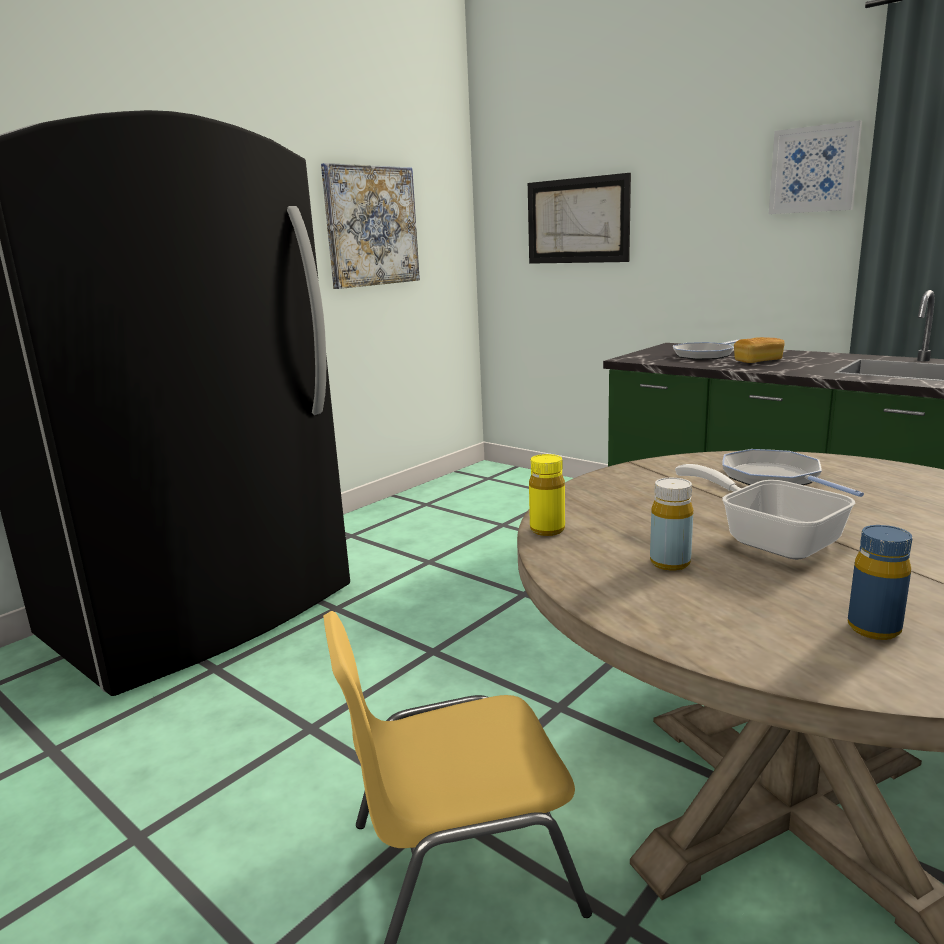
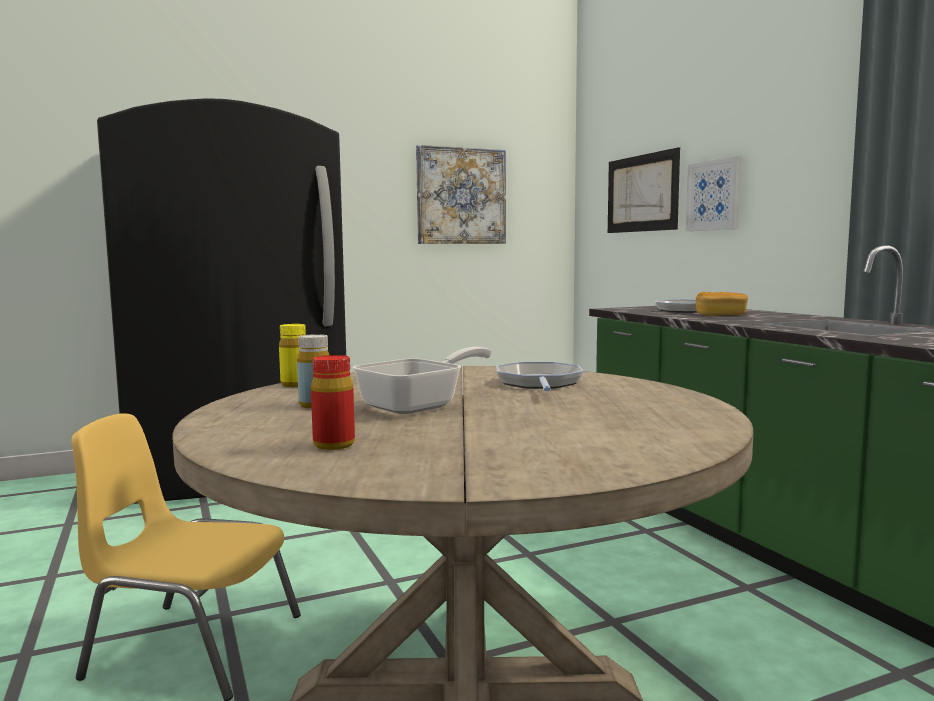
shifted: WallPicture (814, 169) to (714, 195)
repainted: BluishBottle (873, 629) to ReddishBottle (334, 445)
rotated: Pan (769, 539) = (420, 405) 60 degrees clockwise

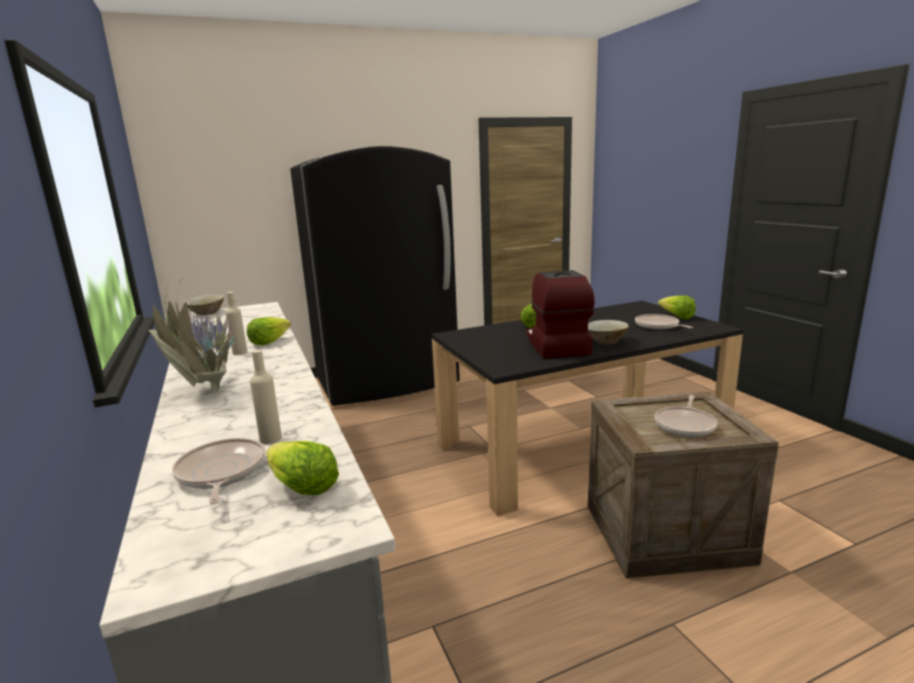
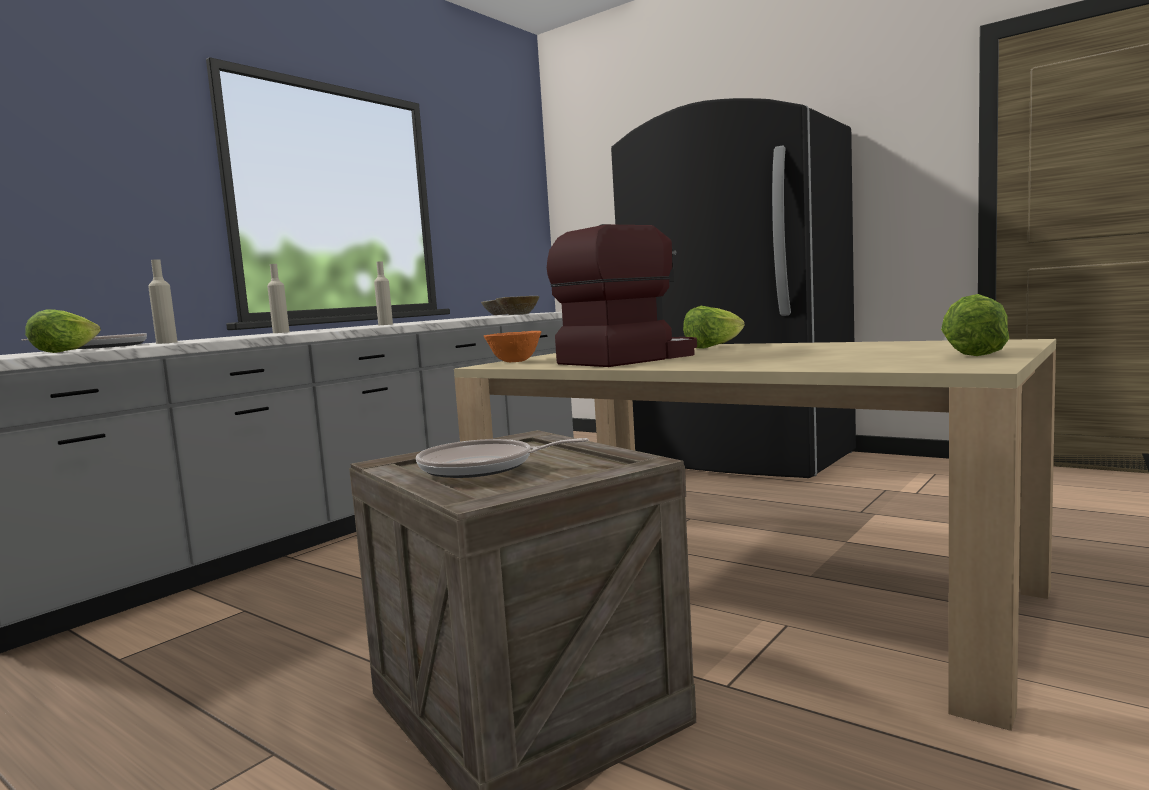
gone: HeadOfLettuce (269, 341); Pan (658, 326)
new: OrangeServingBowl (514, 362)
shifted: SandColouredServingBowl (605, 341) to (519, 314)
swapped: PlantInAPot (208, 390) to SandColouredBottle (281, 332)
repainted: BlackDiningTable (580, 446) to SandColouredDiningTable (741, 588)

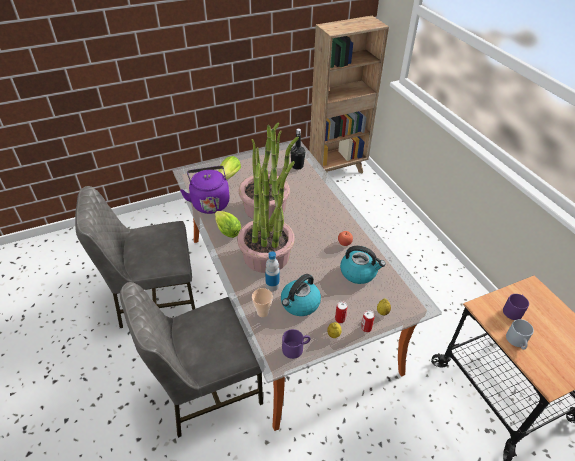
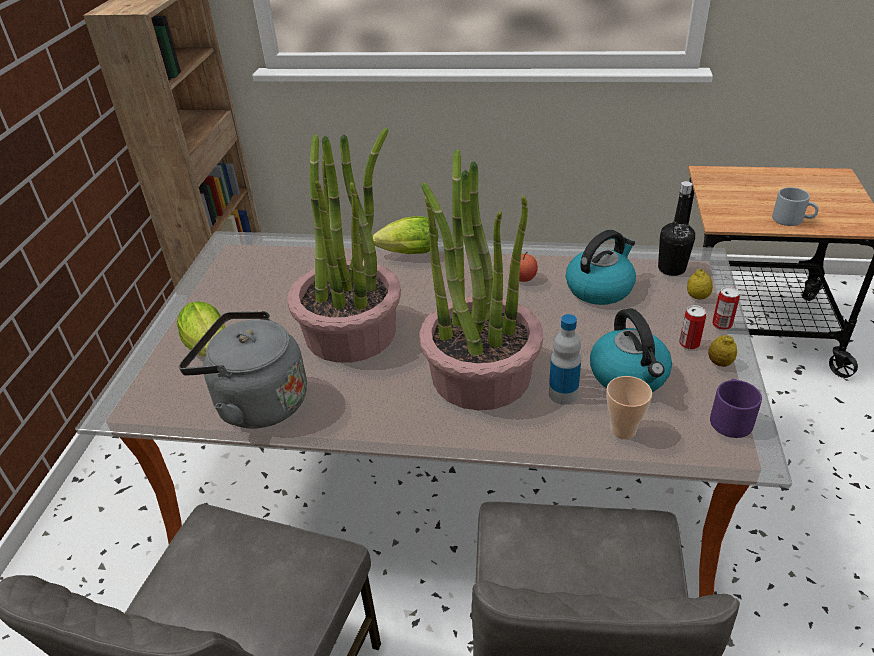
gone: PurpleCoffeeMug (513, 310)
shifted: HeadOfLettuce (226, 230) to (406, 254); BlackBottle (297, 166) to (671, 269)
repainted: PurpleTeaKettle (210, 202) to GreyTeaKettle (256, 403)

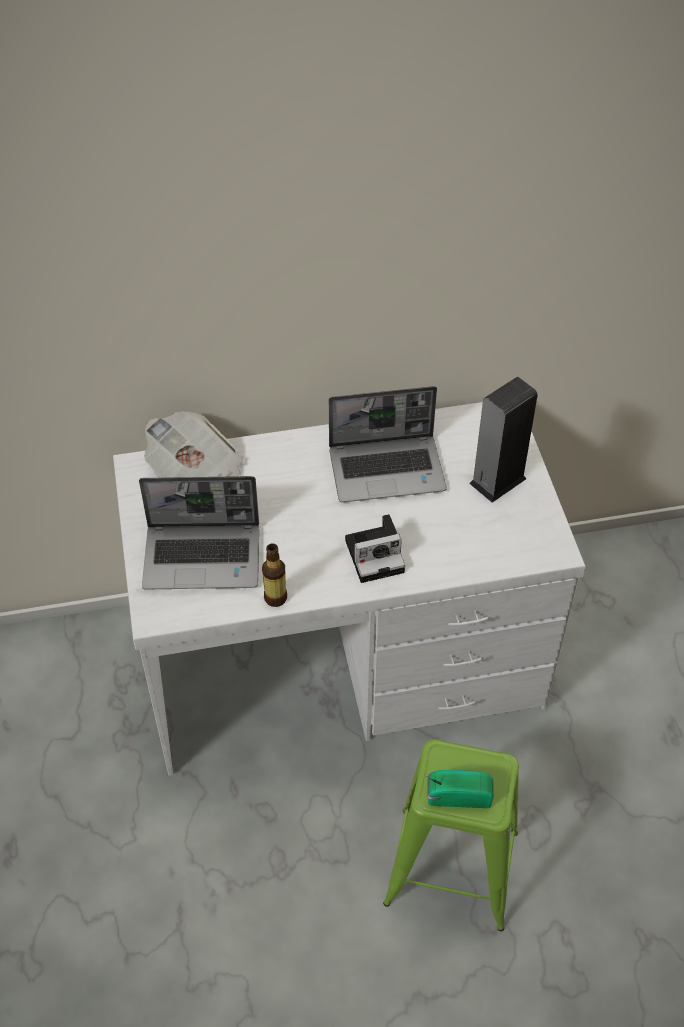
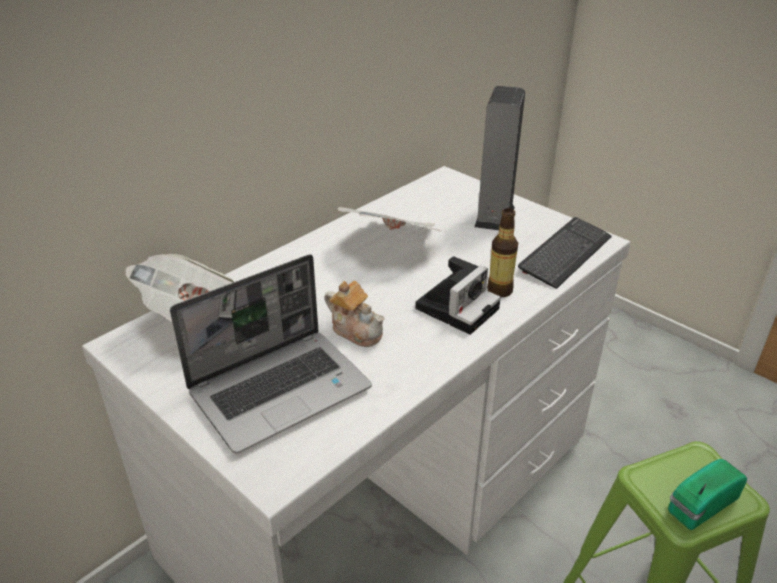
new: PotForTea (356, 330); Keyboard (565, 254)
shifted: Bottle (275, 598) to (499, 290)
swapped: Laptop (388, 469) to PrintedPaper (394, 244)

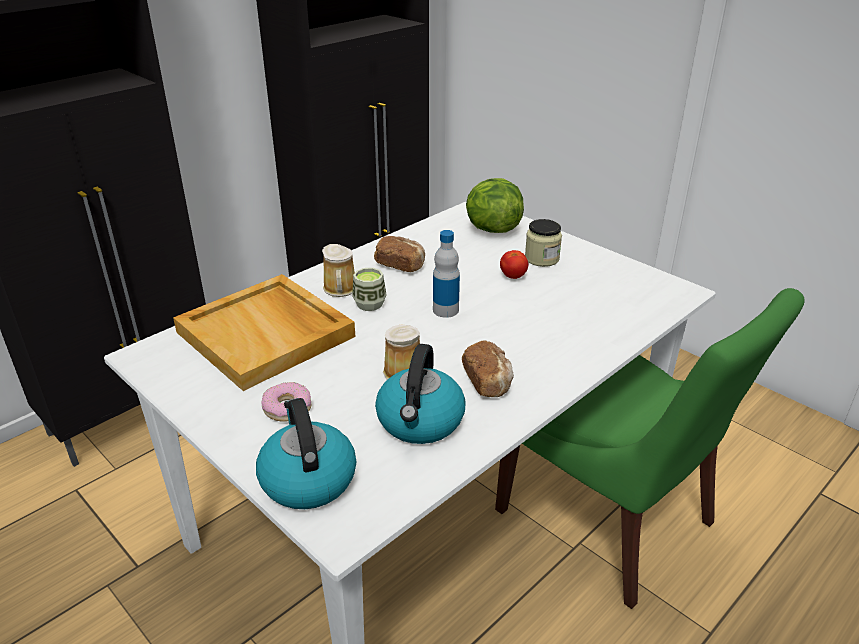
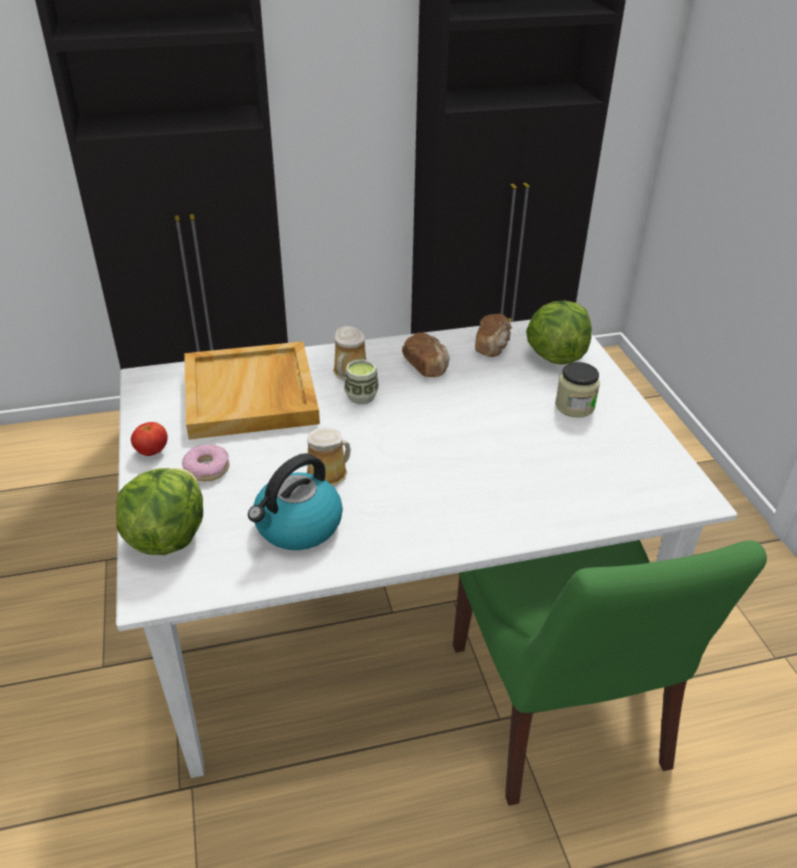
gone: Bottle (445, 310)
shifted: BakedBread (488, 381) to (493, 346); WholeTomato (513, 276) to (152, 451)
swapped: TeaKettle (307, 479) to HeadOfLettuce (166, 536)

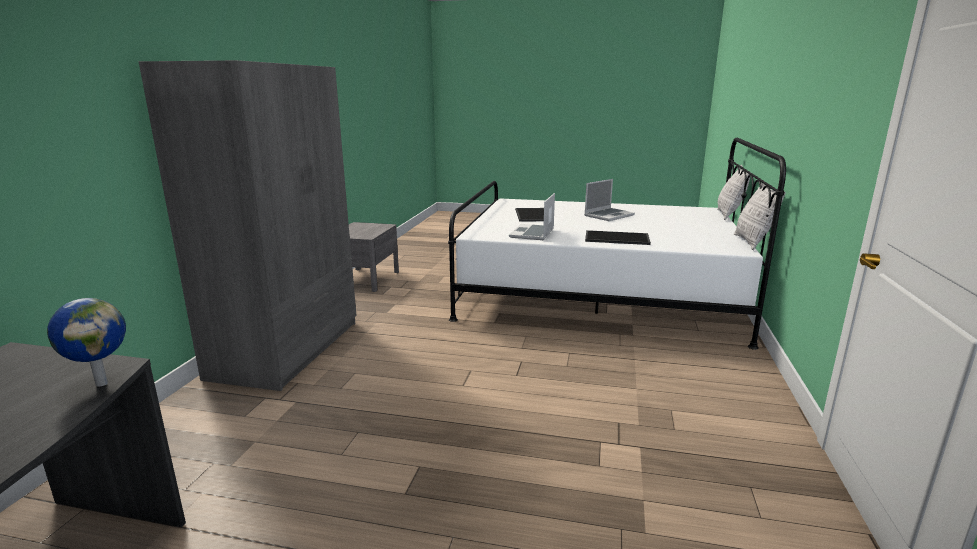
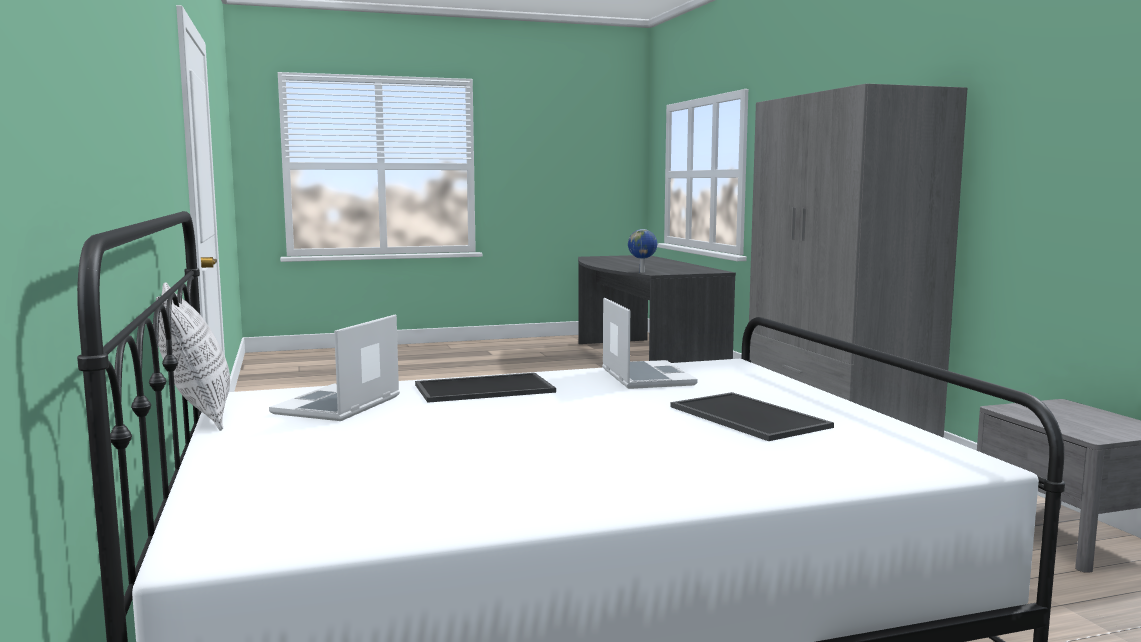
gone: Cushion (729, 215)
shifted: Laptop (609, 215) to (338, 406)

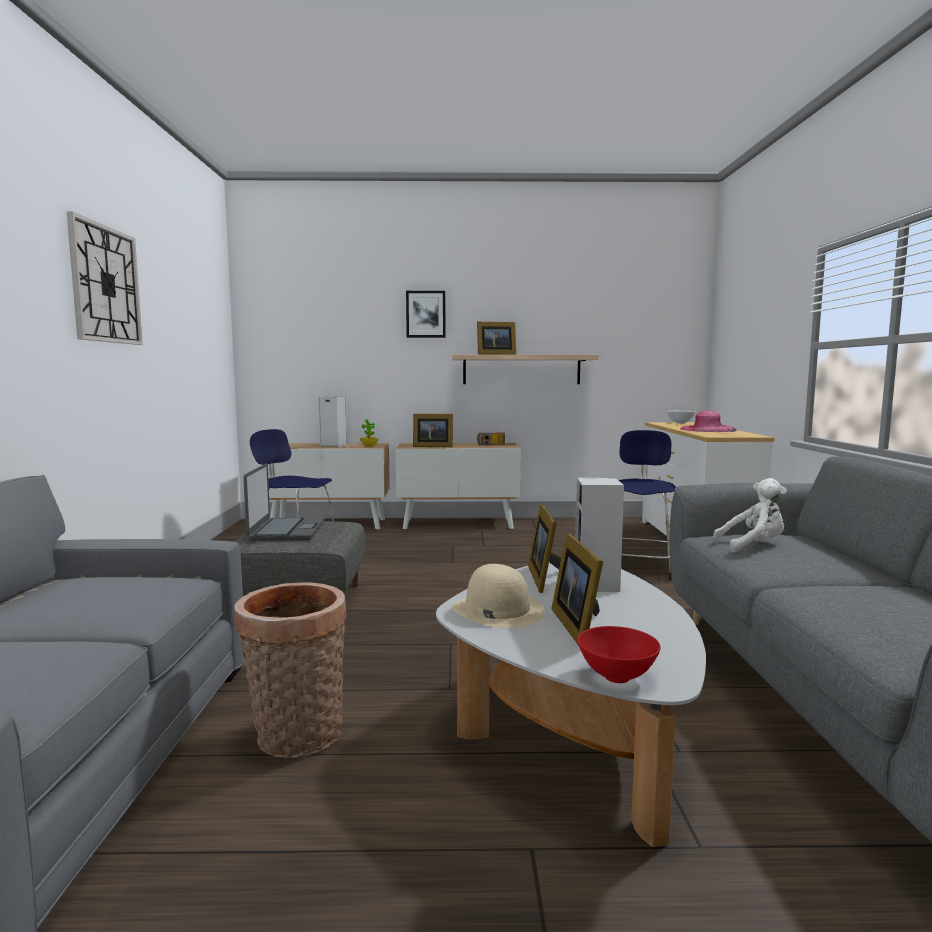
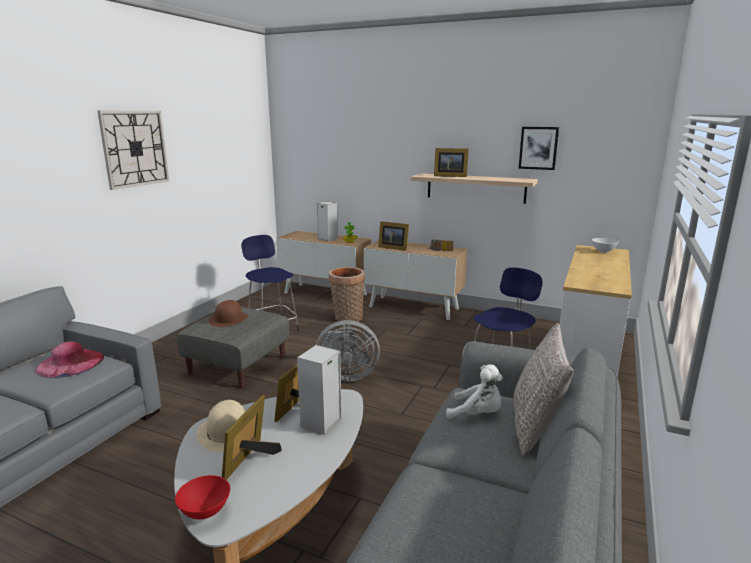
new: GreyFan (346, 375); GreyCushion (535, 426)
shifted: Basket (297, 739) to (347, 318); WallPicture (426, 314) to (538, 148); PinkWearableHat (707, 429) to (70, 363)
swapped: Laptop (286, 531) to BrownishWearableHat (228, 319)

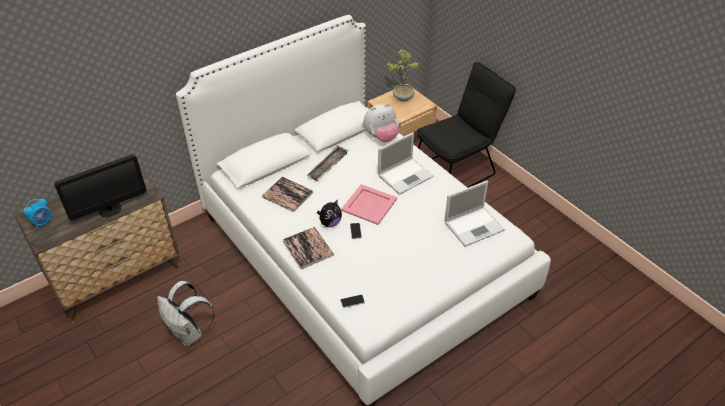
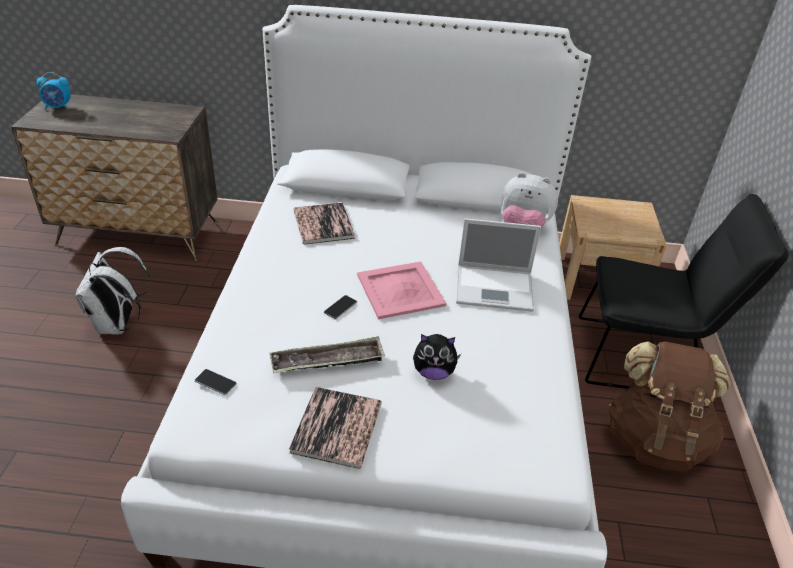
gone: Monitor (110, 210); PlantInAPot (402, 97); Laptop (474, 226)
new: BrownishKnapsack (655, 440)
shifted: Book (308, 248) to (337, 428); Tray (328, 166) to (328, 361); PlushToy (330, 223) to (433, 372)

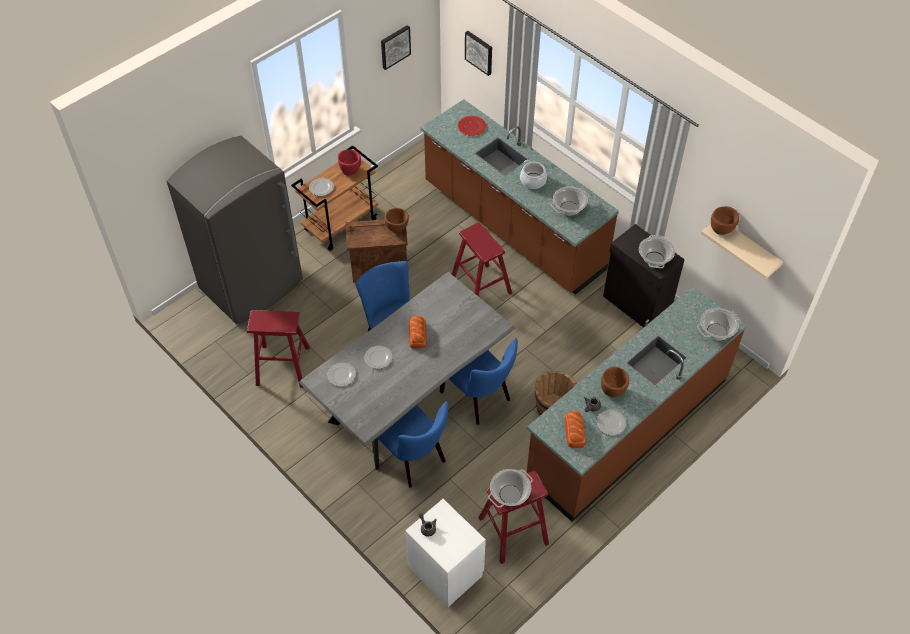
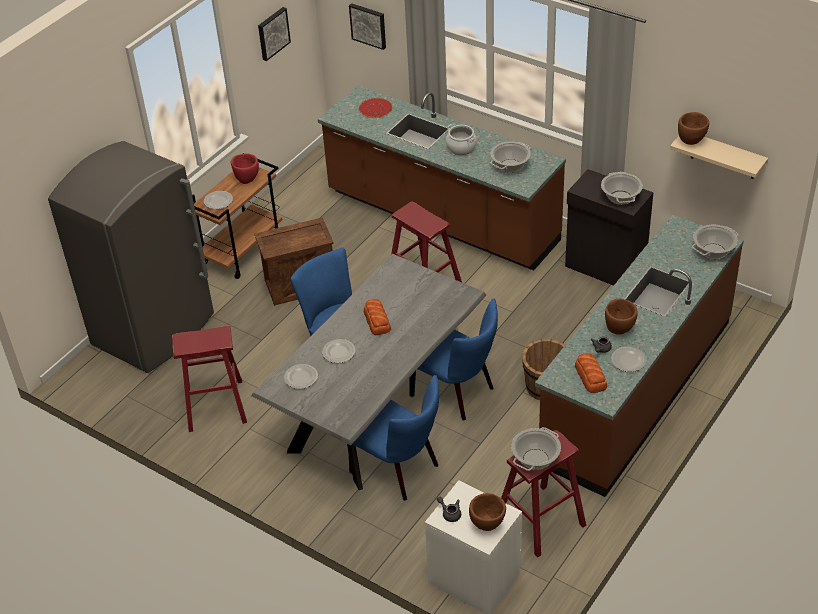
shifted: BrownishServingBowl (397, 229) to (487, 525)

